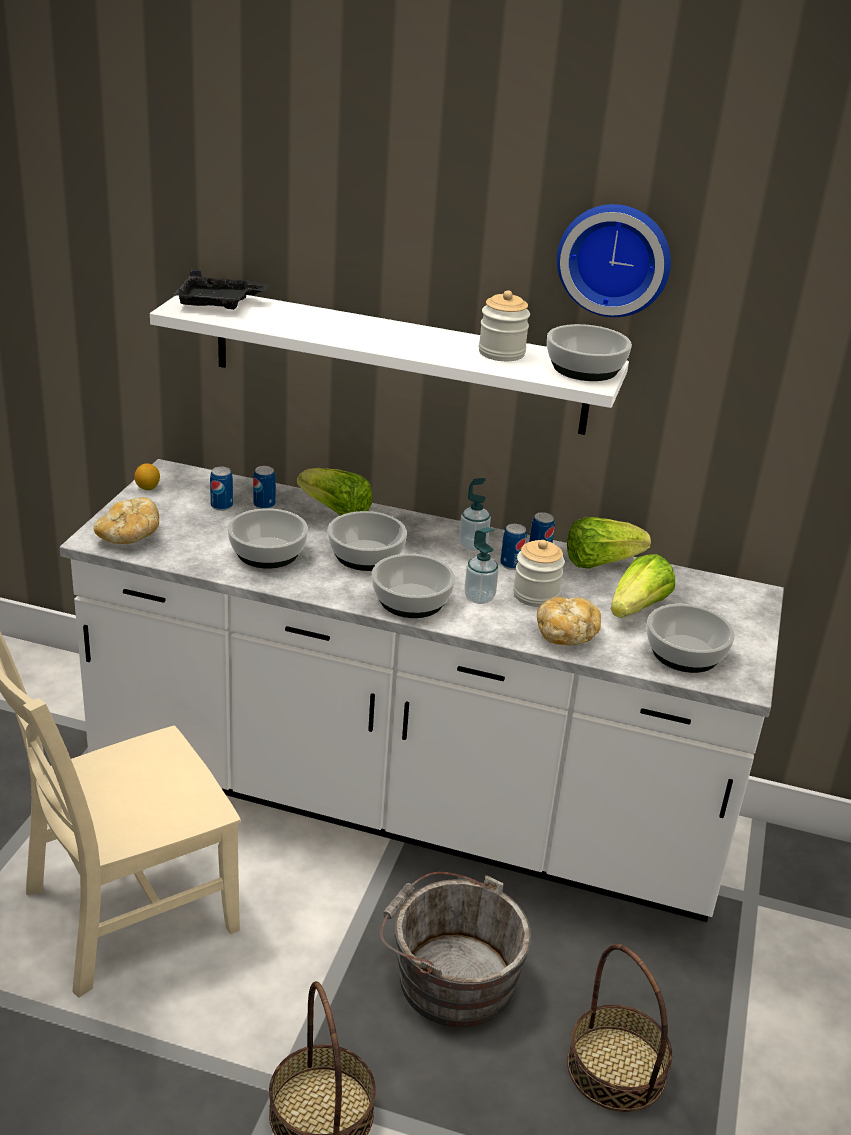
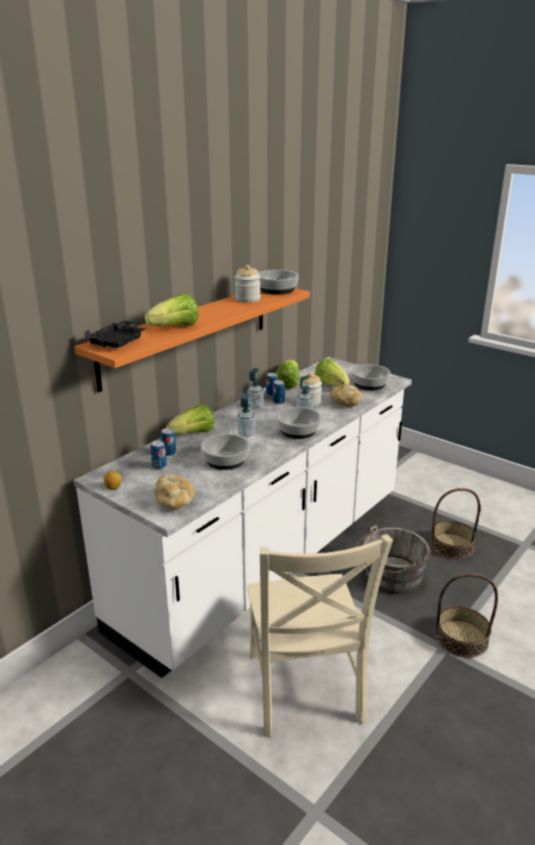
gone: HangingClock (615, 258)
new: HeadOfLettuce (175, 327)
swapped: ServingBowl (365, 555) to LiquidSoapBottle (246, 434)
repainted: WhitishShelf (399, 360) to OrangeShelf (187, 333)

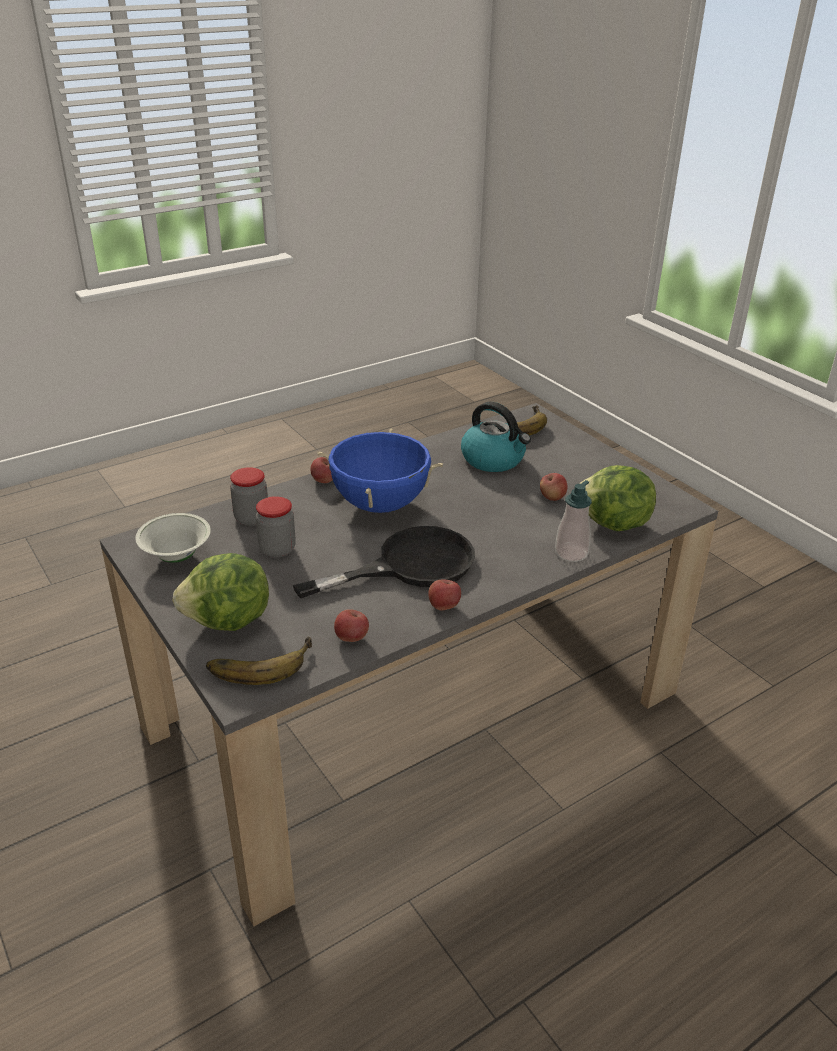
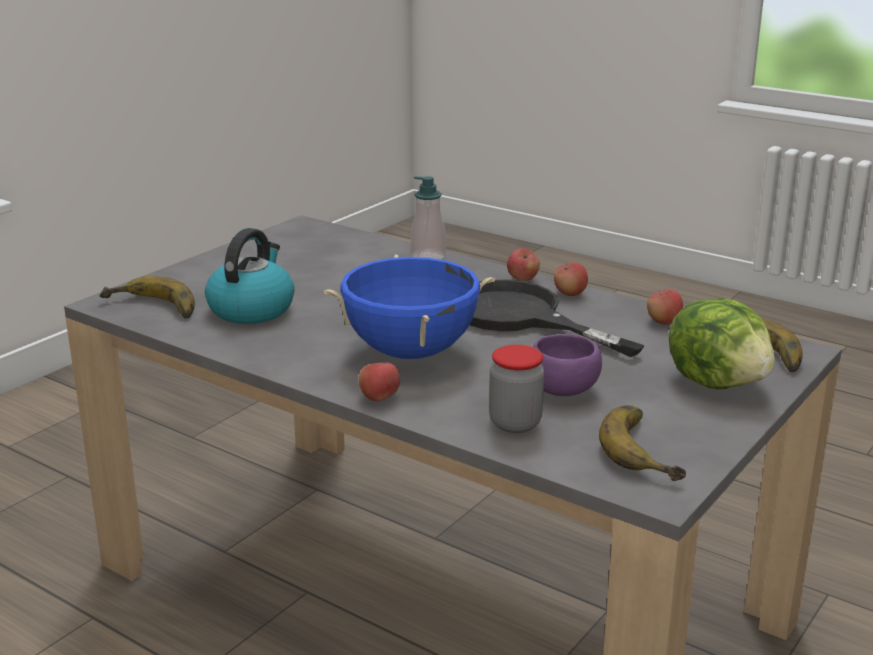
gone: HeadOfLettuce (613, 525)
shifted: WholeApple (552, 497) to (522, 279)
swapped: WhitishServingBowl (177, 556) to BananaFruit (648, 449); Jar (277, 549) to PurpleServingBowl (565, 389)

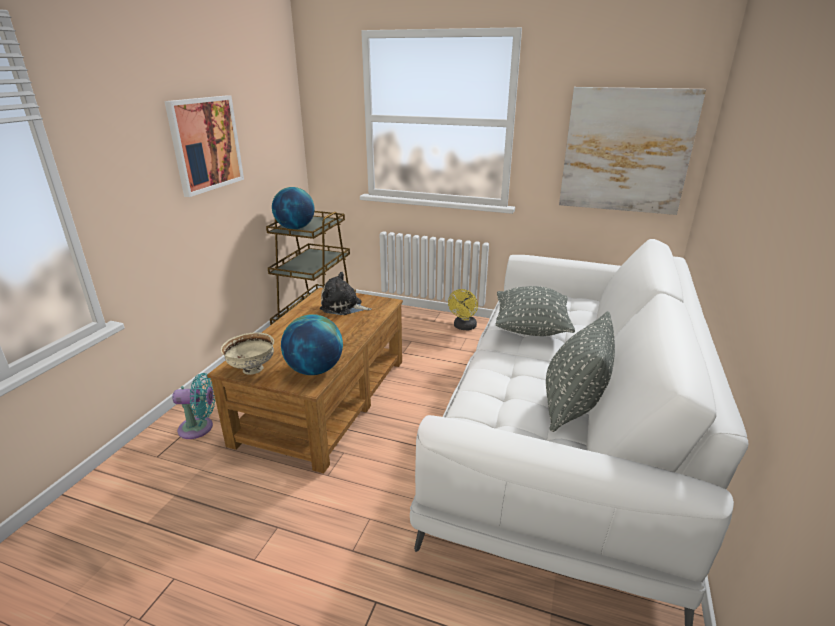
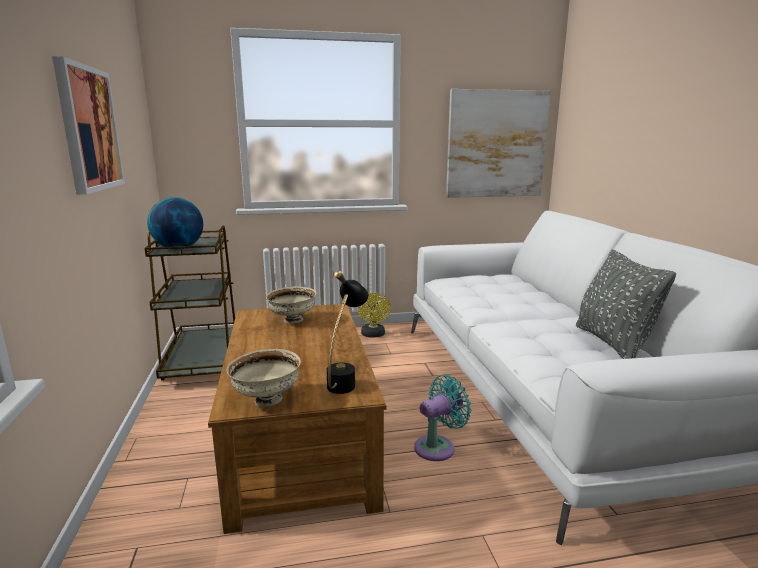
gone: GreyCushion (531, 329)
shifted: TurquoiseFan (199, 428) to (438, 447)
swapped: WorldGlobe (314, 370) to BlackLampForATable (346, 380); PlushToy (343, 307) to SandColouredServingBowl (293, 320)

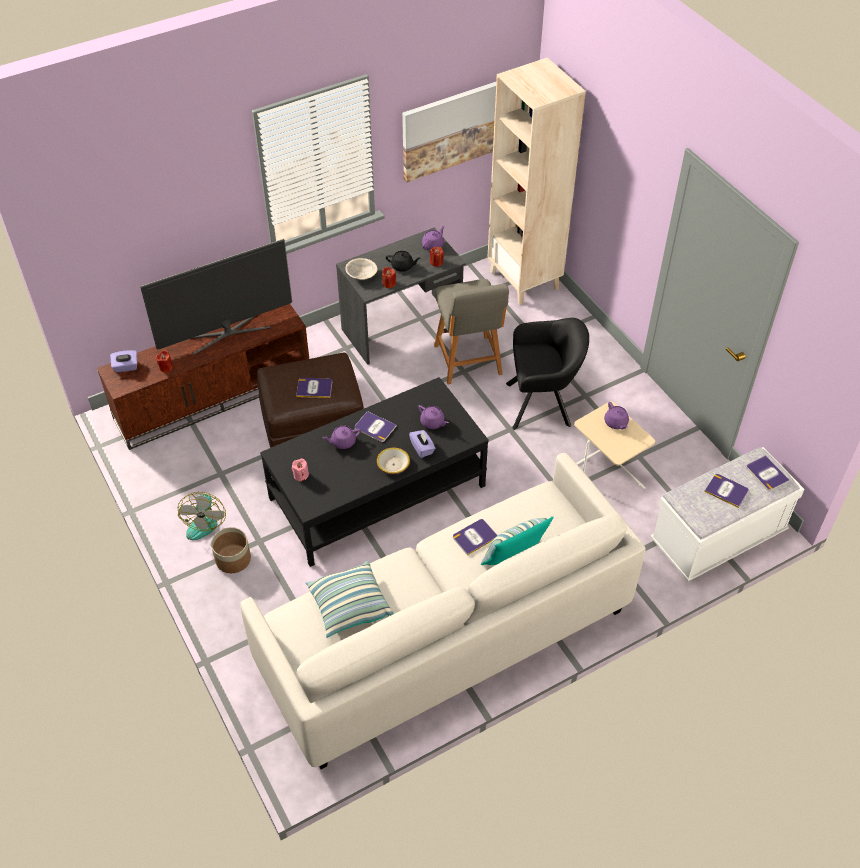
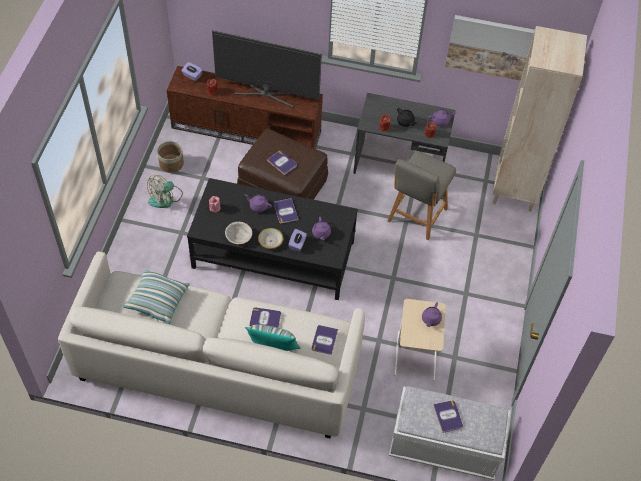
gone: BlackEasyChair (543, 404)
shifted: FlowerPot (233, 559) to (171, 163); SandColouredServingBowl (361, 275) to (238, 237); Book (766, 474) to (324, 340)

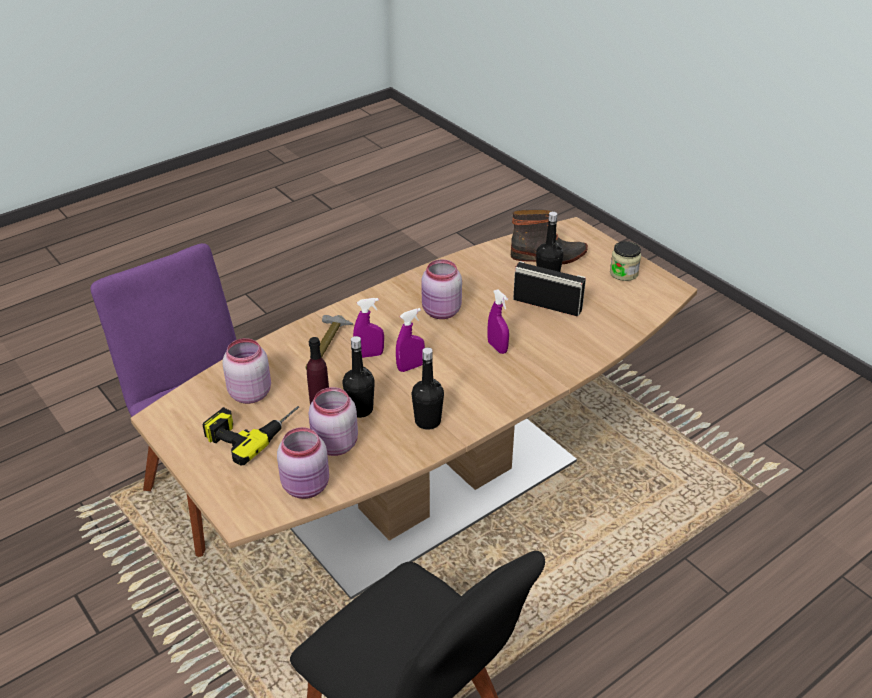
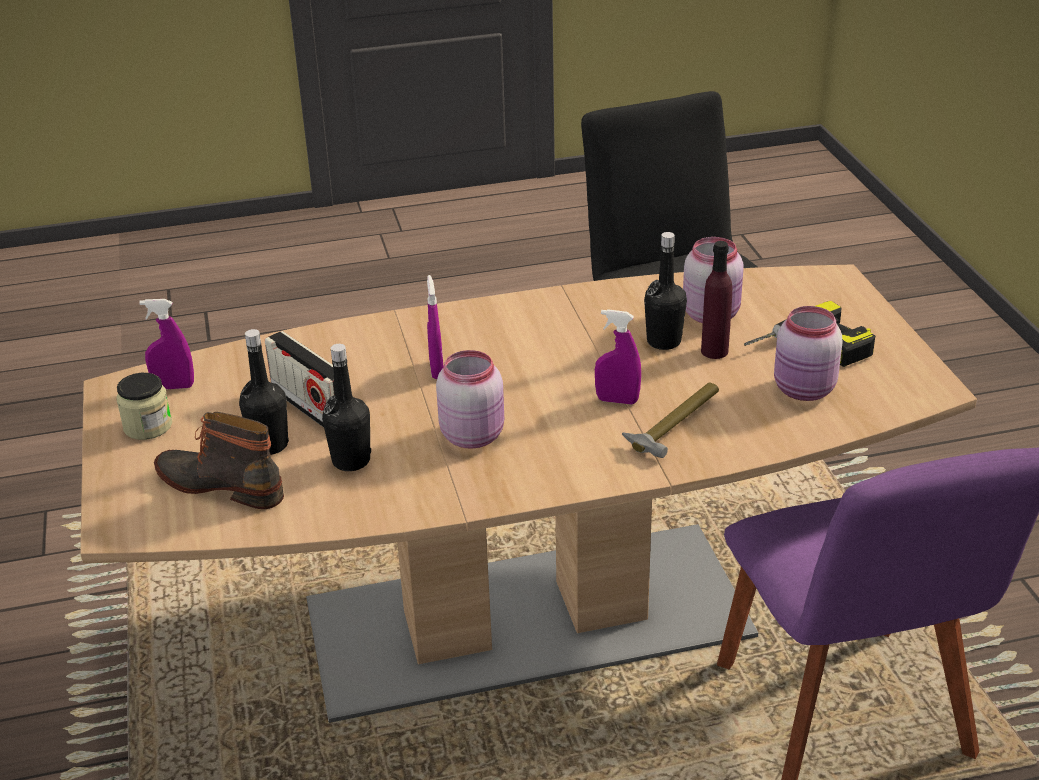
gone: PinkJar (307, 487)
shifted: PurpleSprayer (410, 367) to (174, 386); BlackBottle (427, 421) to (351, 461)

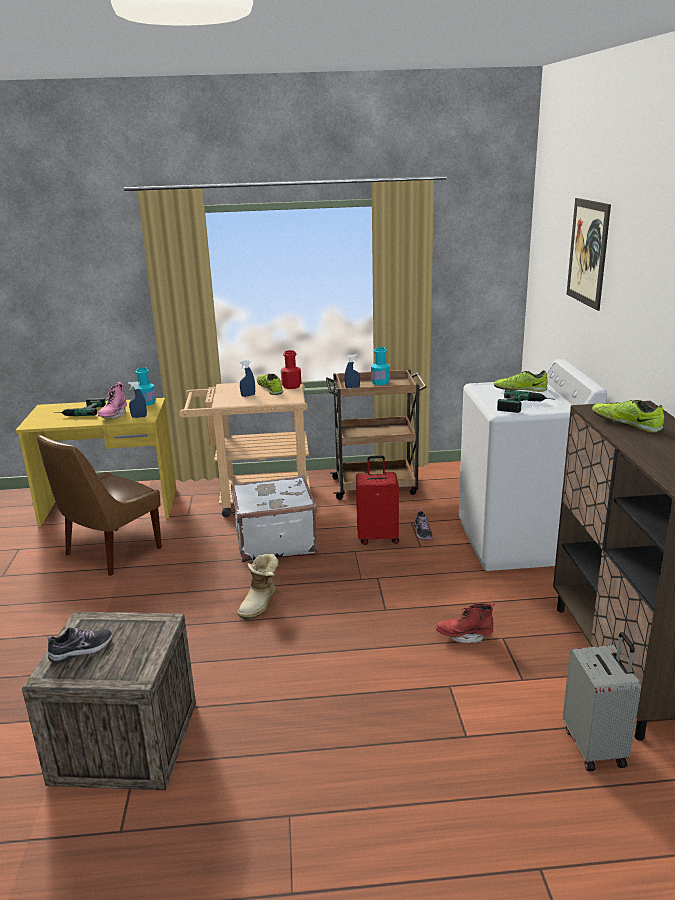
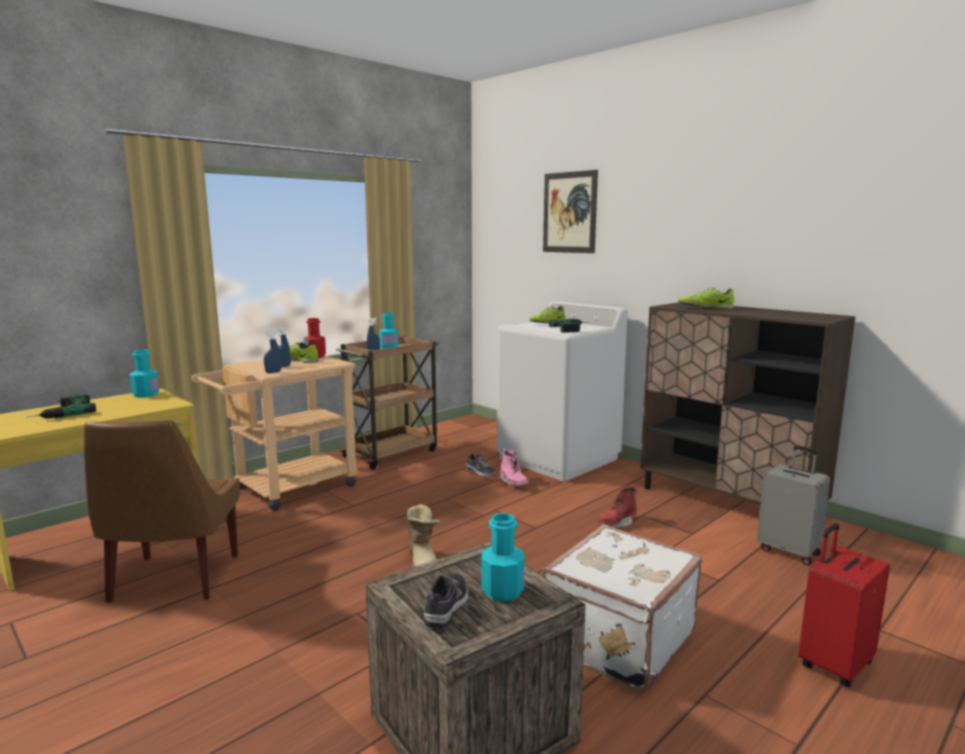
new: TurquoiseBottle (502, 591)
shifted: PinkTallBoot (113, 416) to (513, 483); BluishSprayer (139, 417) to (273, 372); WhitishPieceOfLuggage (274, 541) to (616, 639); ReddishPieceOfLuggage (378, 537) to (833, 664)

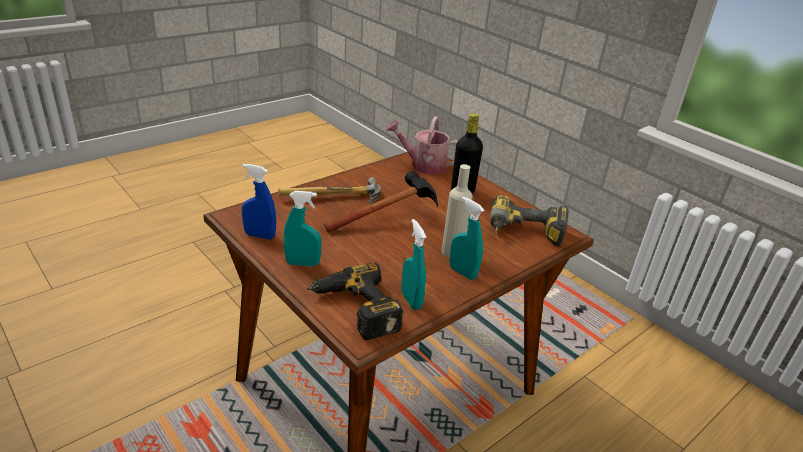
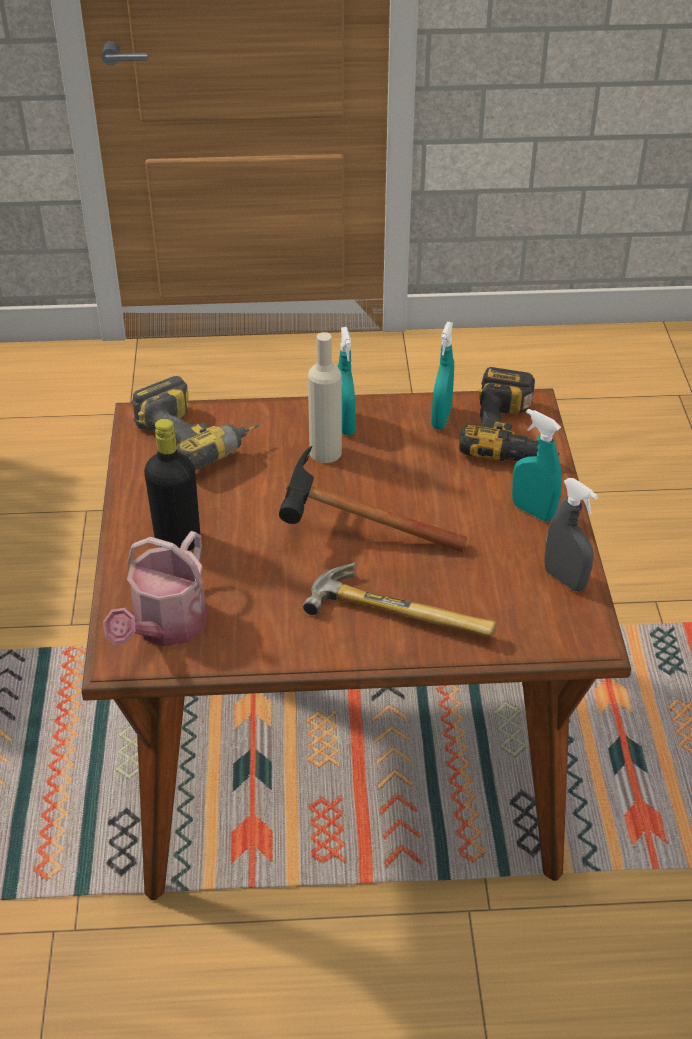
repainted: BluishSprayer (260, 236) to GreySprayer (564, 579)
rotated: WateringPot (423, 165) = (165, 627) 60 degrees clockwise

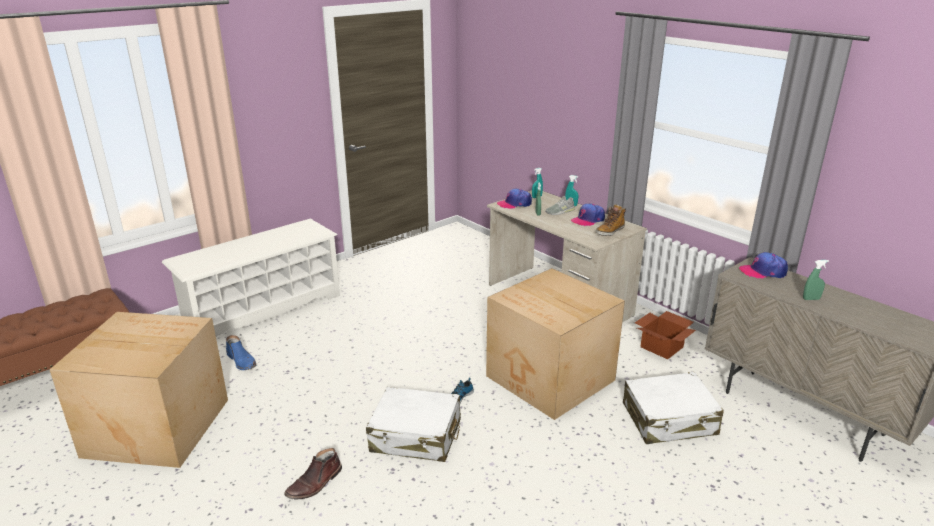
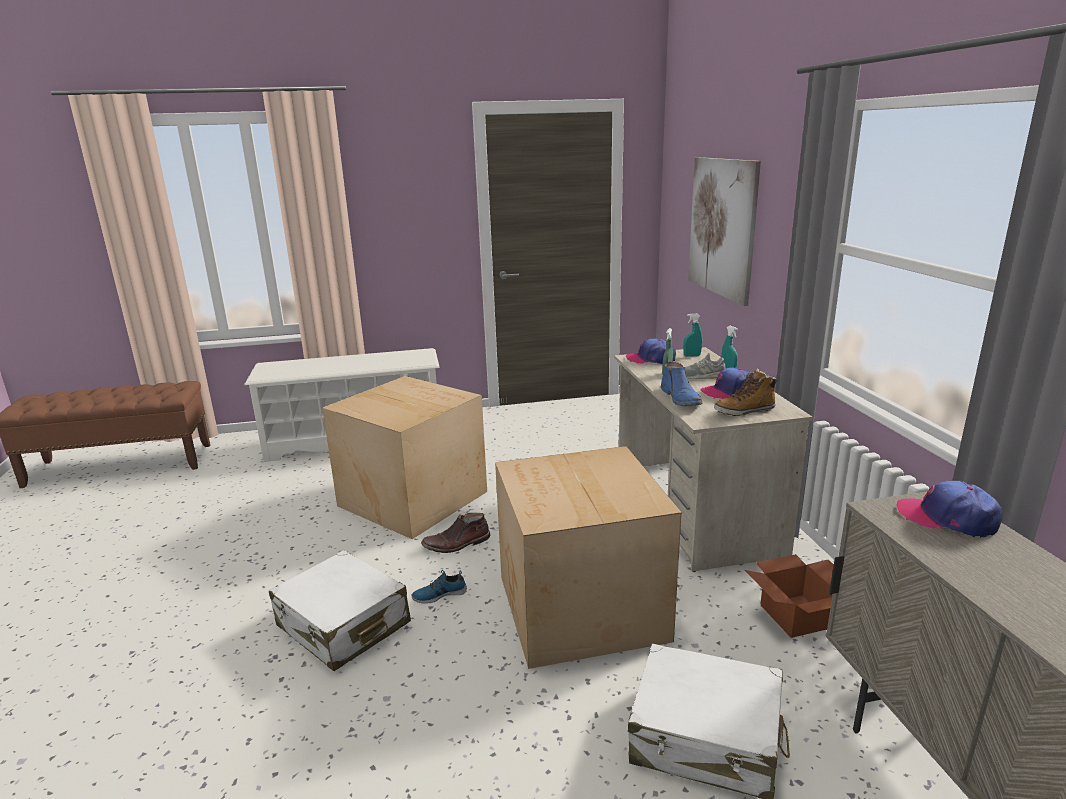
gone: GreenishSprayer (811, 299)
new: WallPicture (722, 227)
shifted: Carton (157, 426) to (413, 497); BluishTallBoot (242, 361) to (681, 398); BrownishTallBoot (315, 484) to (457, 544)

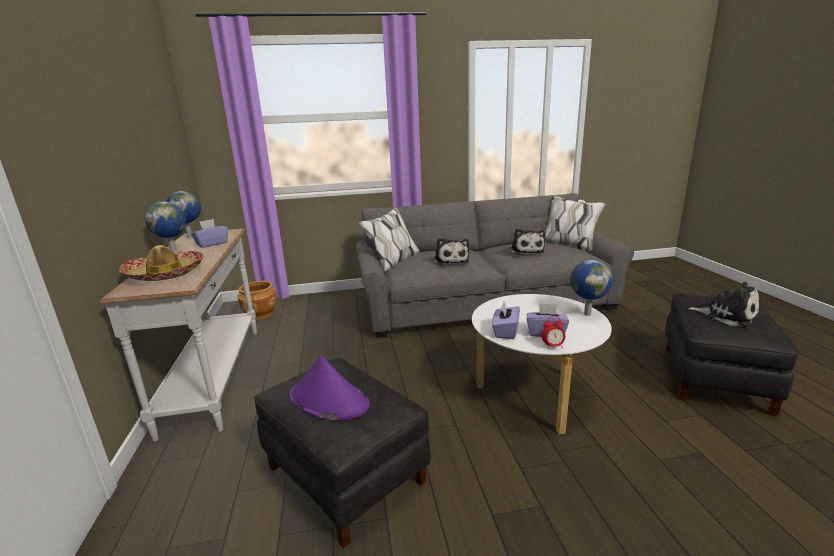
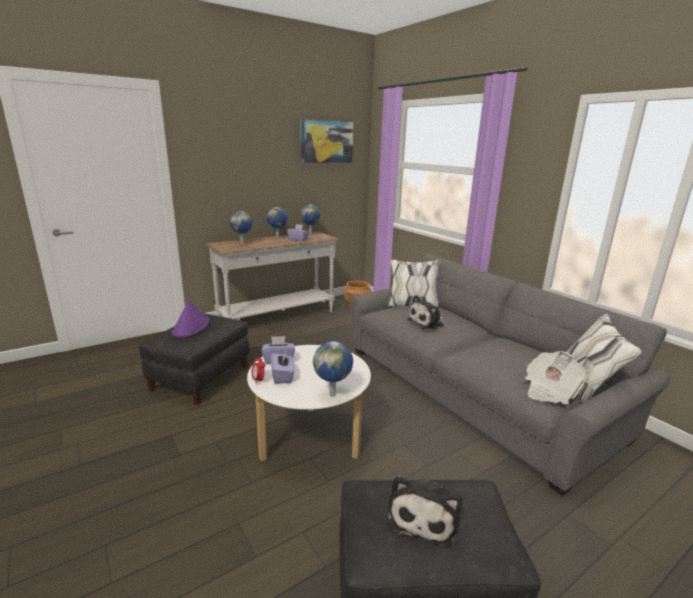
gone: PlushToy (526, 251)
new: WallPicture (326, 142); PrintedPaper (550, 390)
swapped: WearableHat (166, 274) to WorldGlobe (242, 243)

